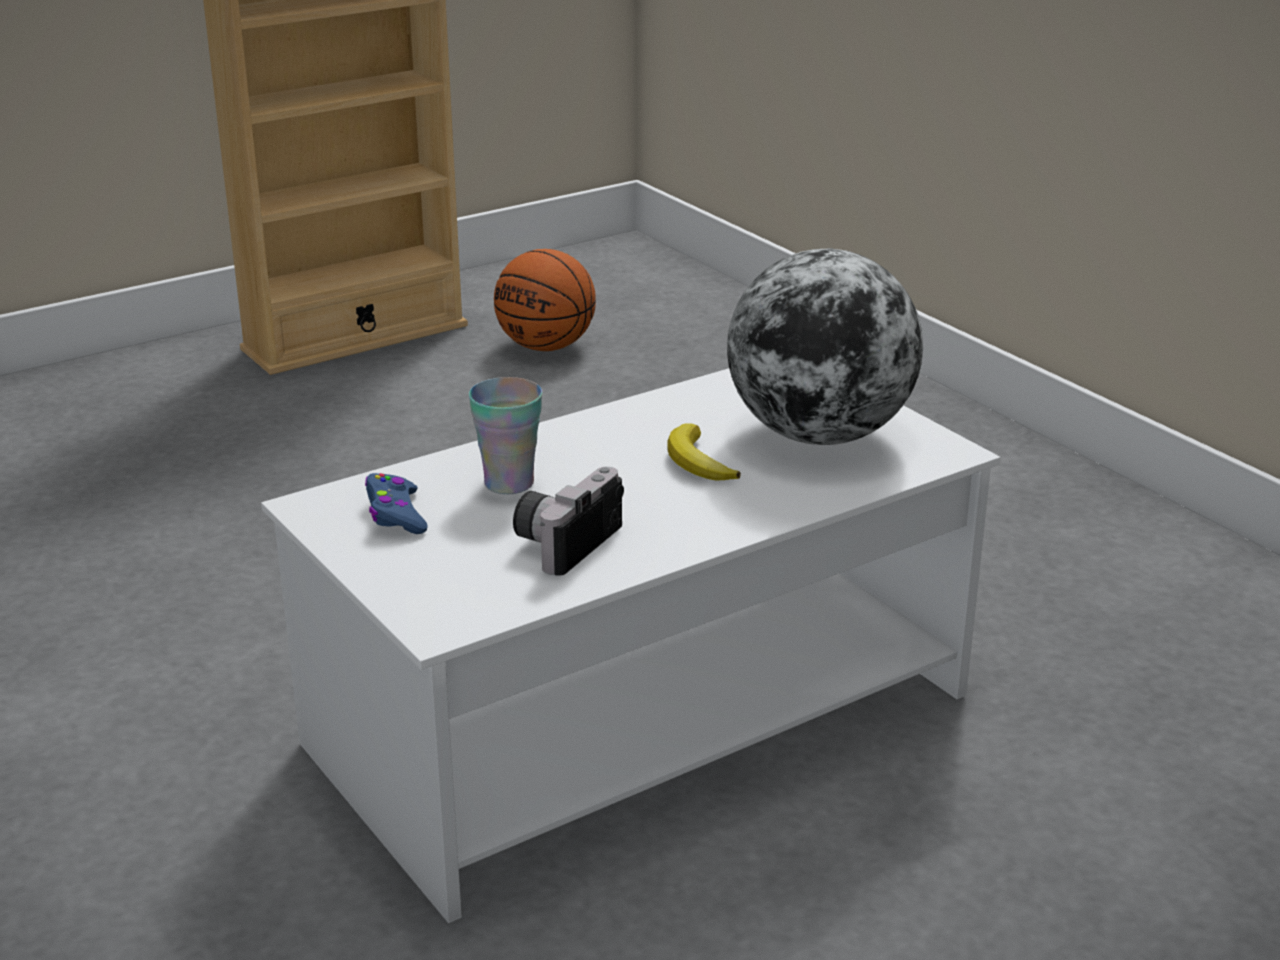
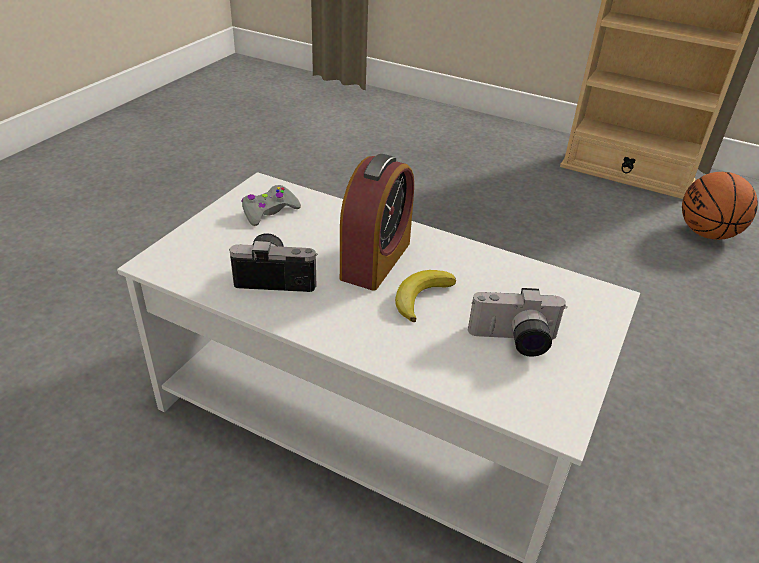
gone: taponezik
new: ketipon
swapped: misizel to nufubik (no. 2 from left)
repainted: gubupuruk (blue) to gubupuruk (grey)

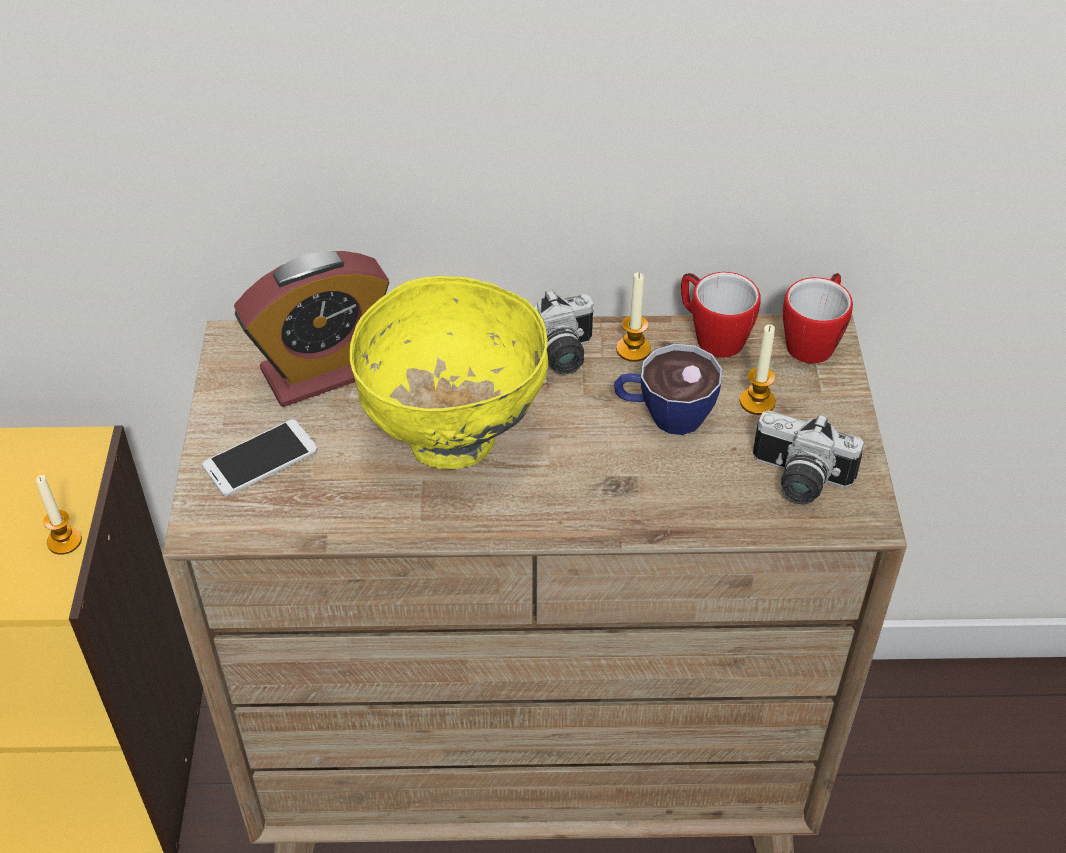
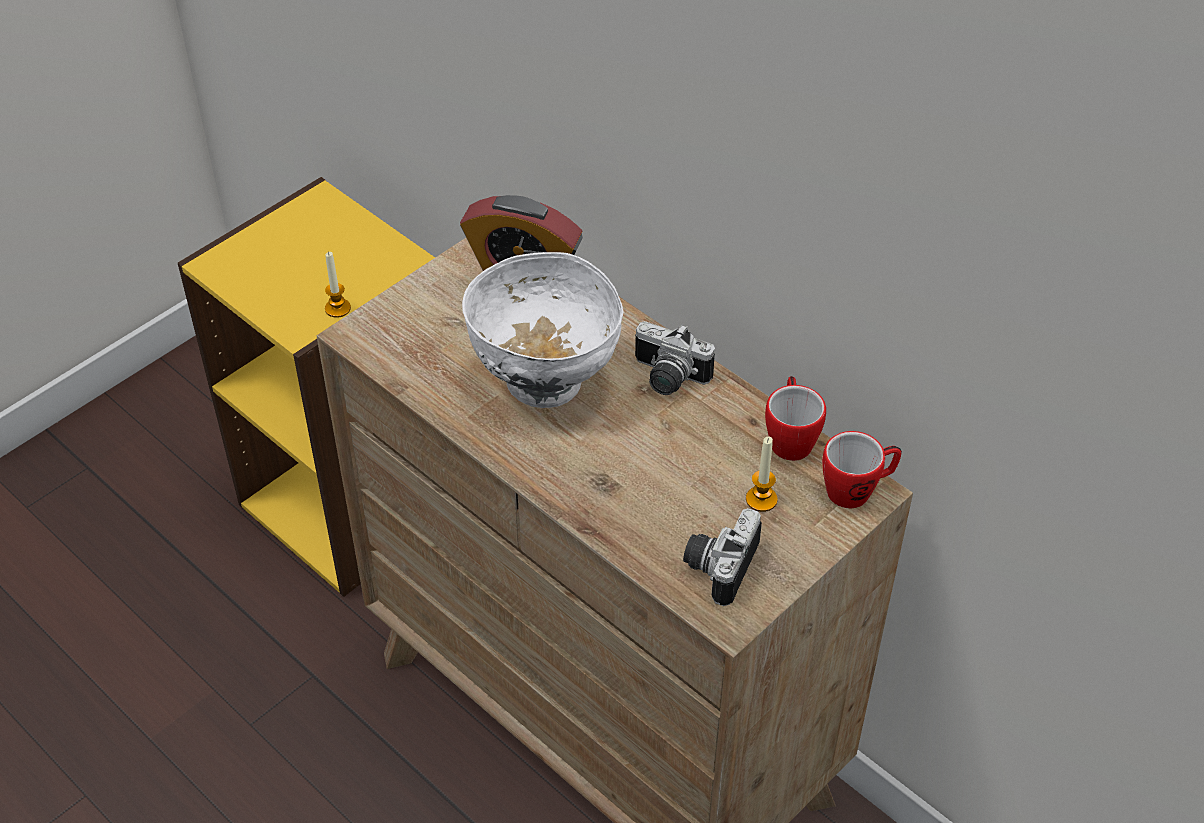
gone: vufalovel; taponezik; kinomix (no. 2 from left)
repainted: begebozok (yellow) to begebozok (white)
rotated: nufubik (no. 2 from left) 45 degrees clockwise

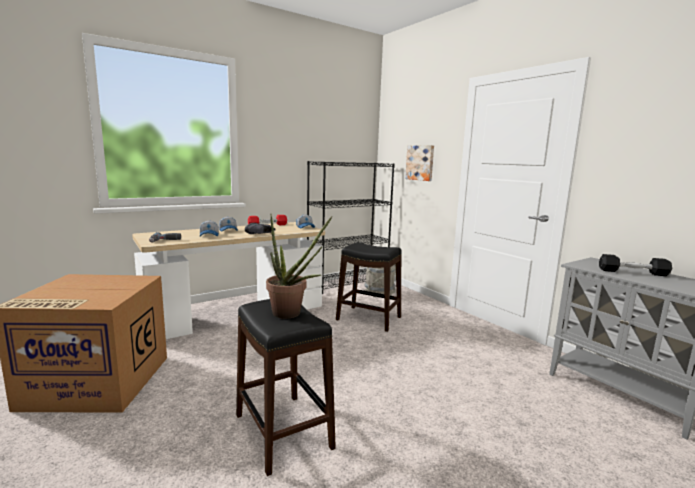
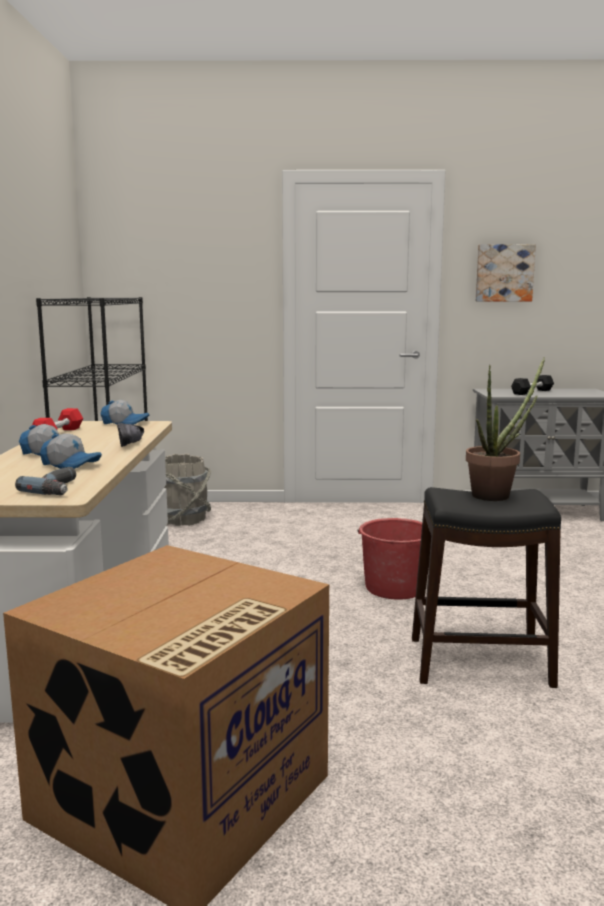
gone: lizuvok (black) (no. 2 from left)
new: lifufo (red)
shifted: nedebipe

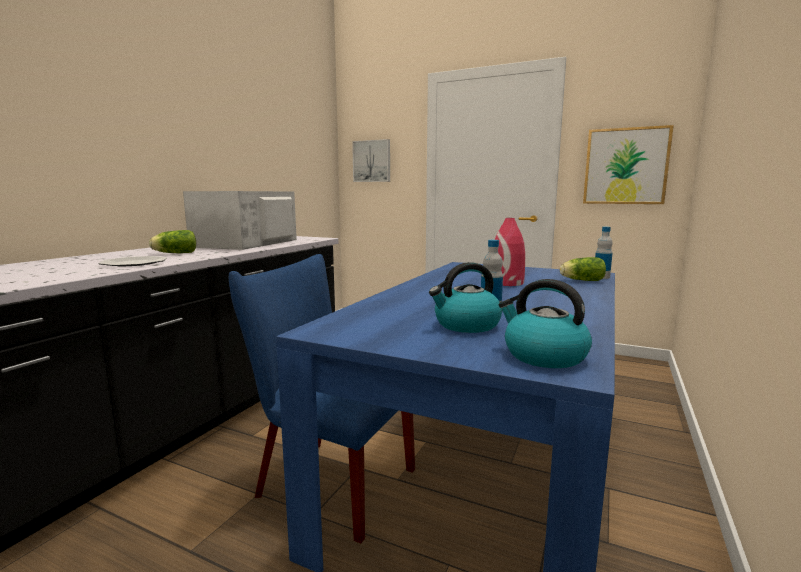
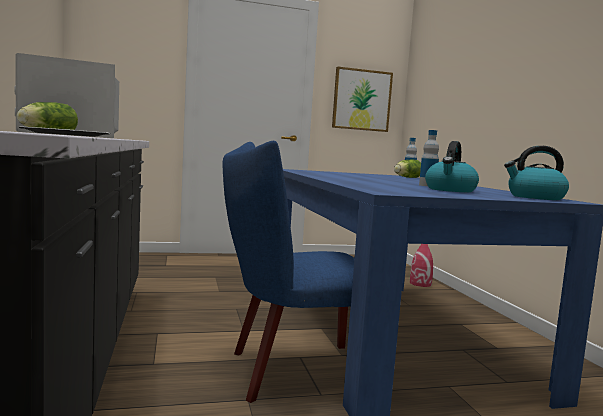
gone: nedebipe (no. 1 from left)
shifted: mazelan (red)

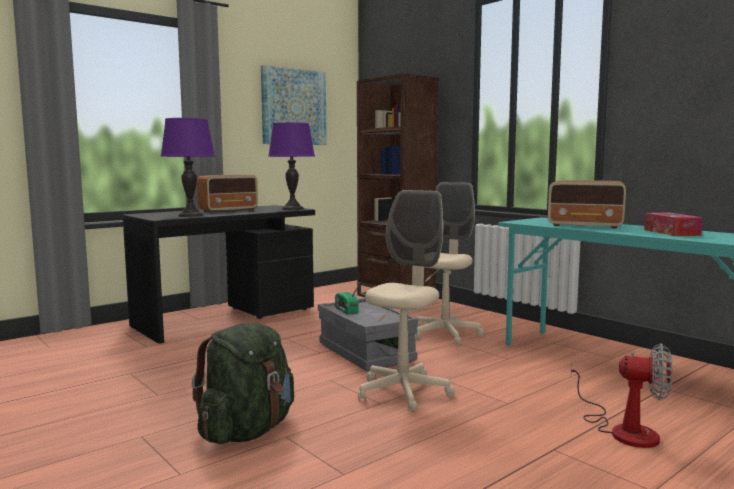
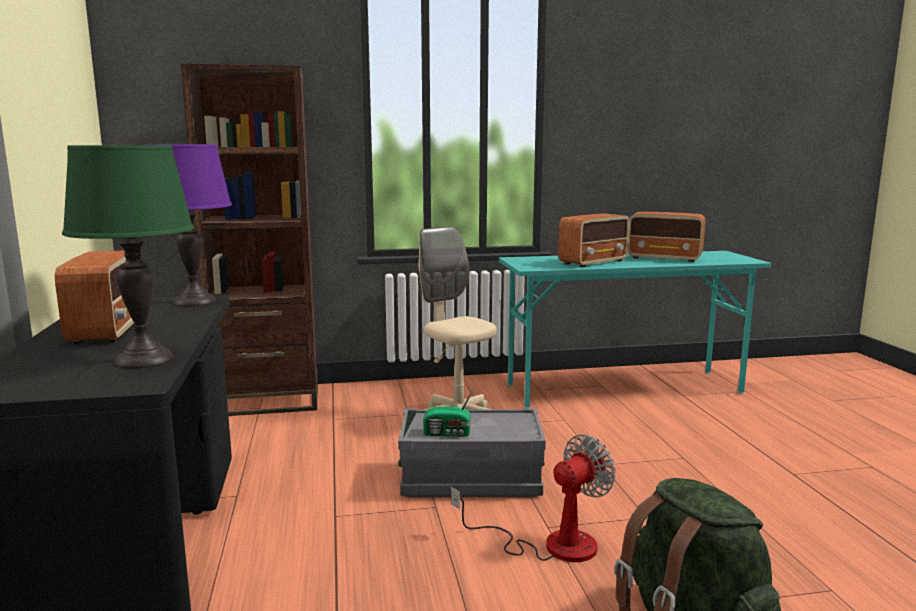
gone: nedebipe; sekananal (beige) (no. 1 from left)
shifted: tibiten
swapped: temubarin to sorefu (no. 4 from left)
repainted: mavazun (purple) (no. 1 from left) to mavazun (green)

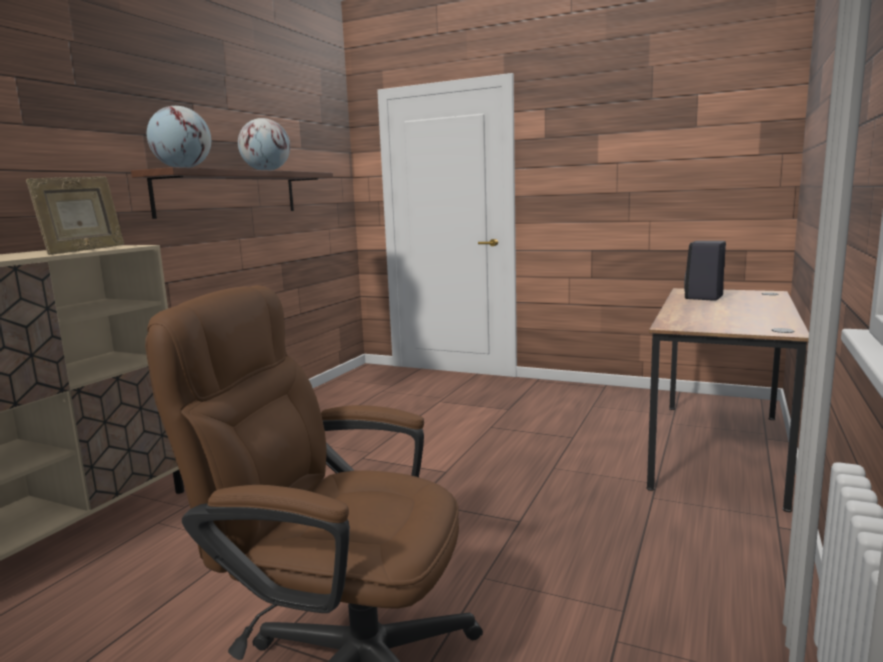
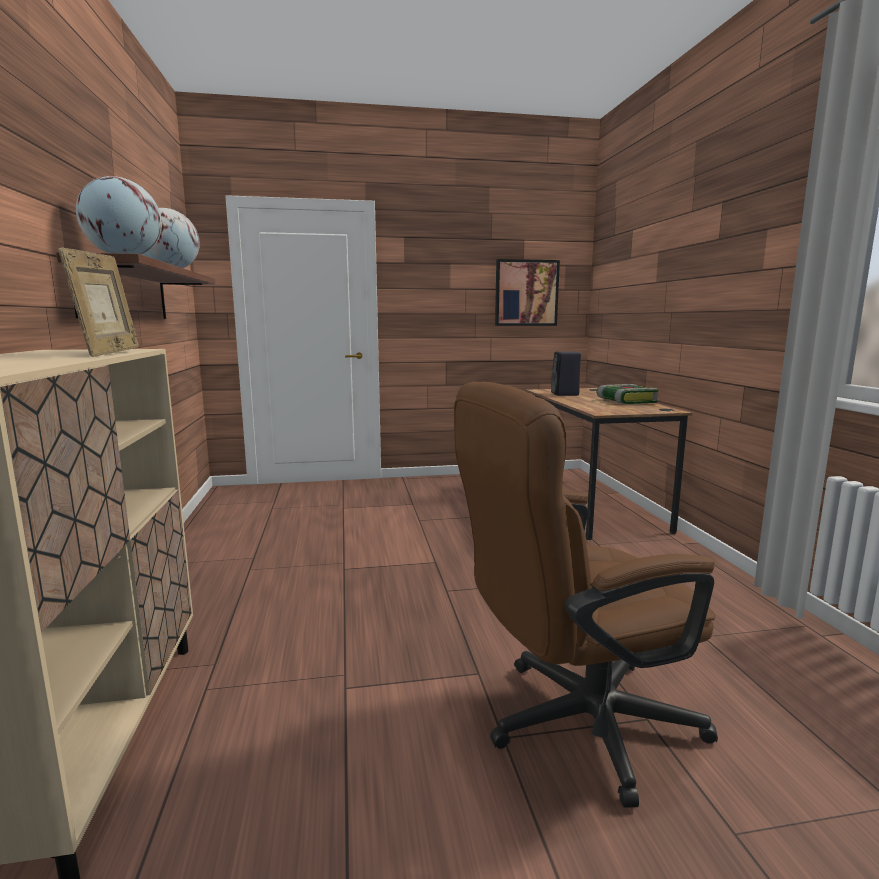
new: nedebipe; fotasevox

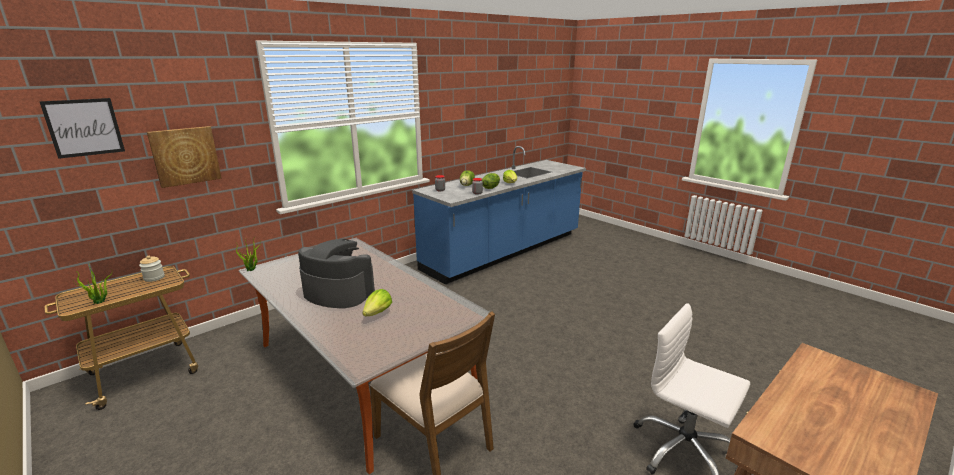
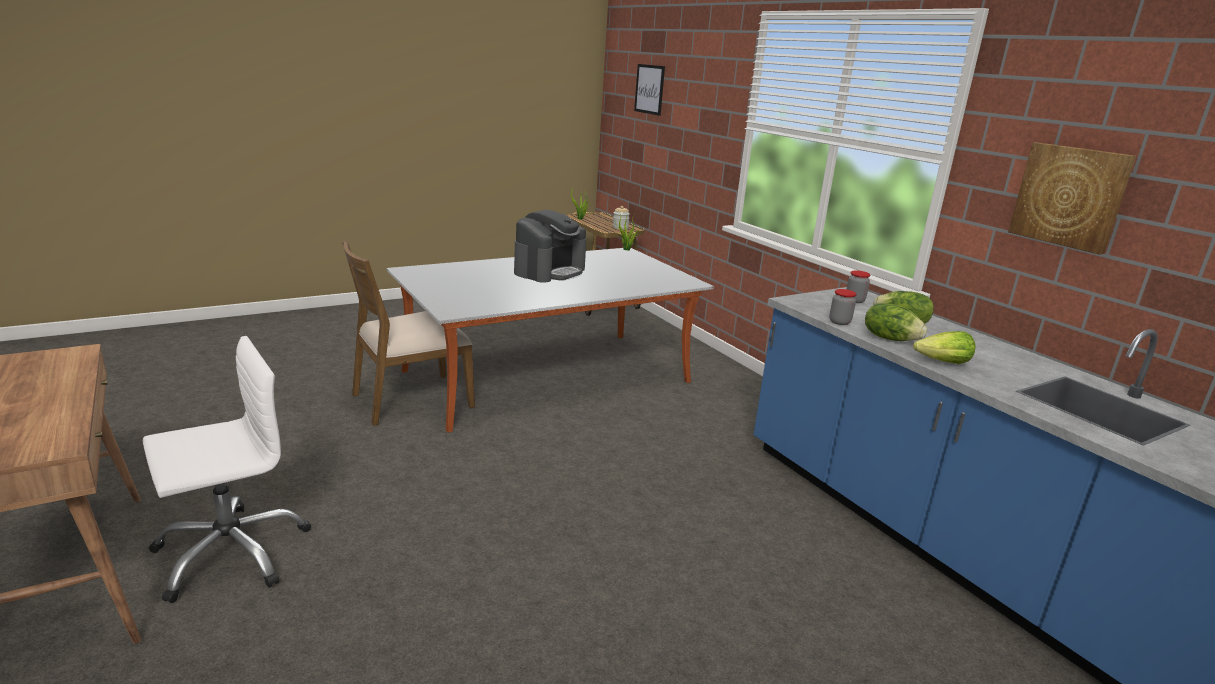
gone: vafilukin (no. 1 from left)
shifted: nedebipe (no. 2 from left)

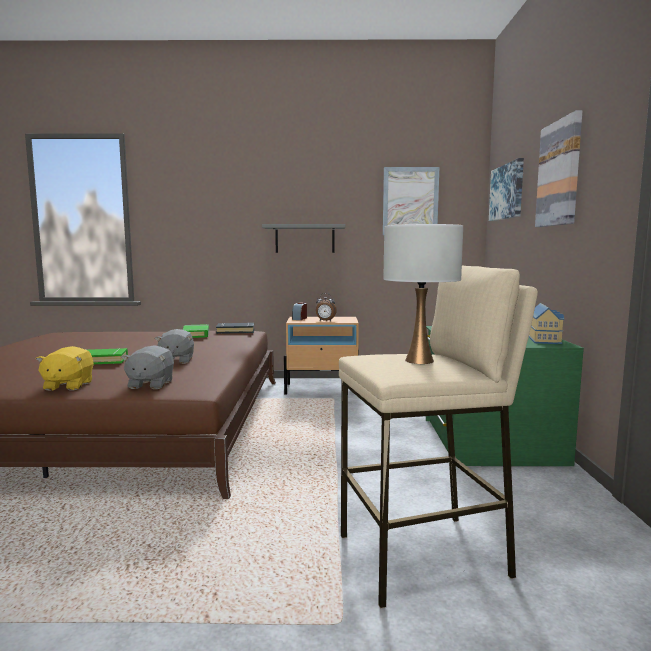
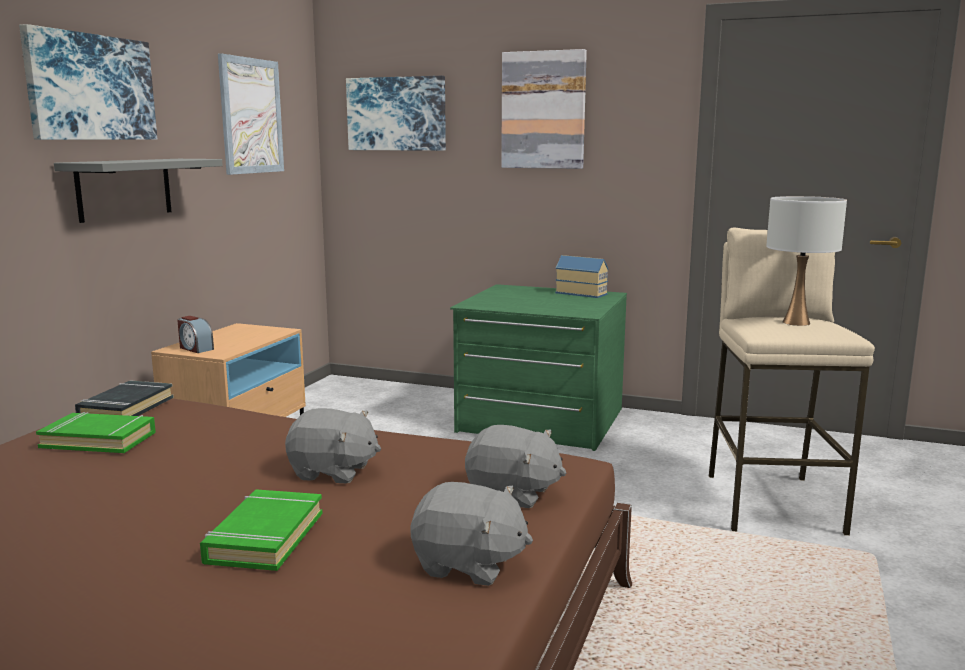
gone: ketipon (no. 2 from left)
new: nedebipe (no. 1 from left)
repainted: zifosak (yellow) to zifosak (grey) (no. 2 from left)

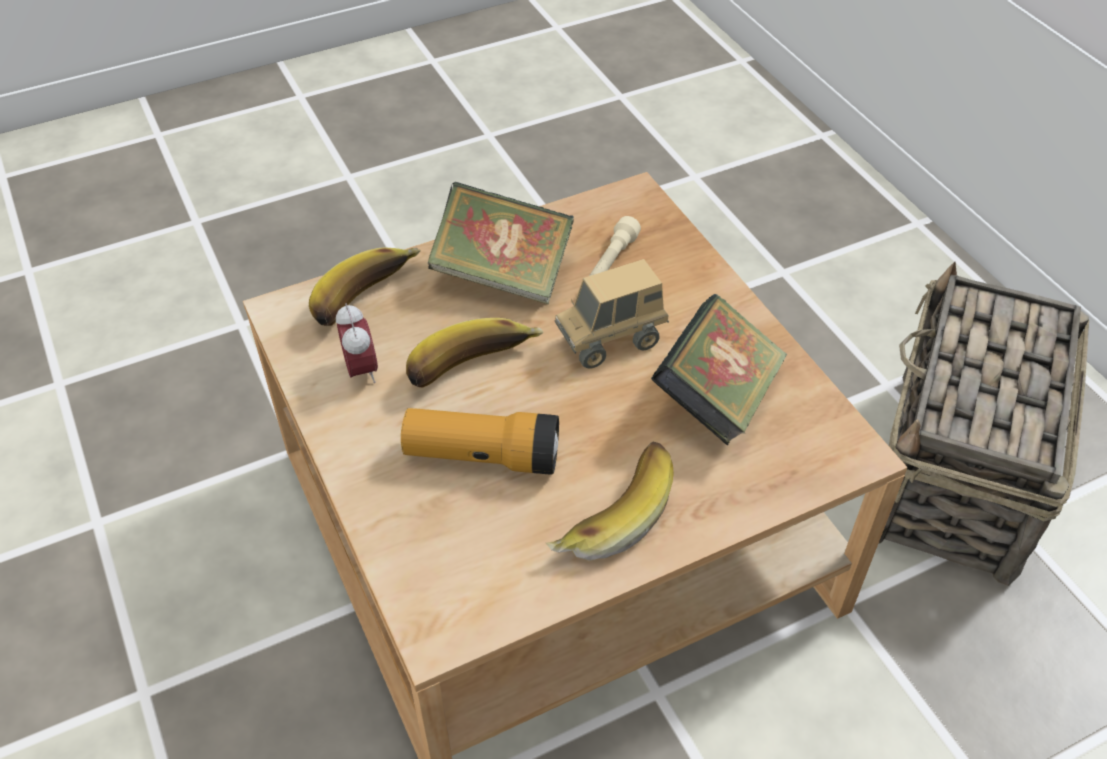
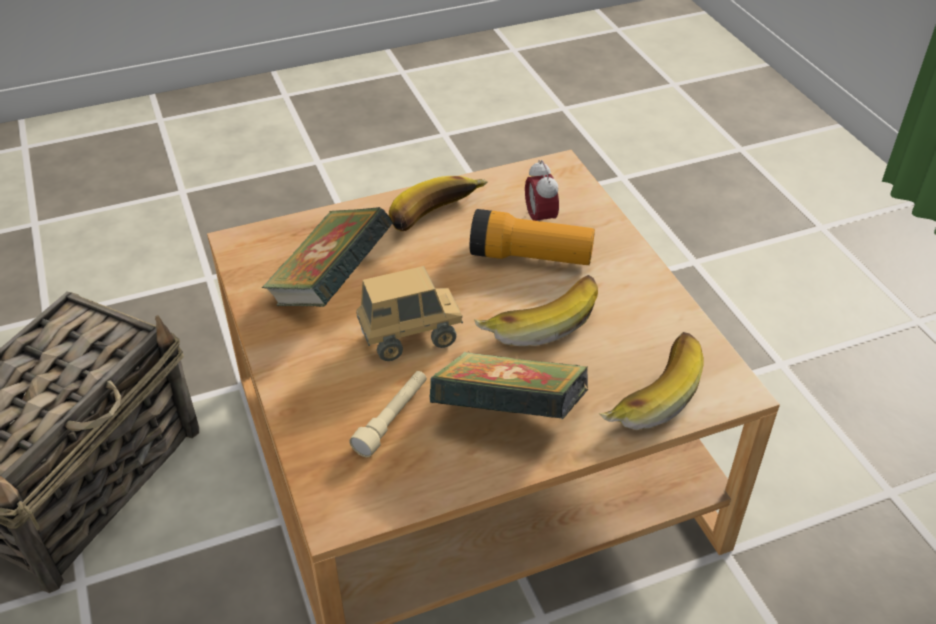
shifted: ketipon

